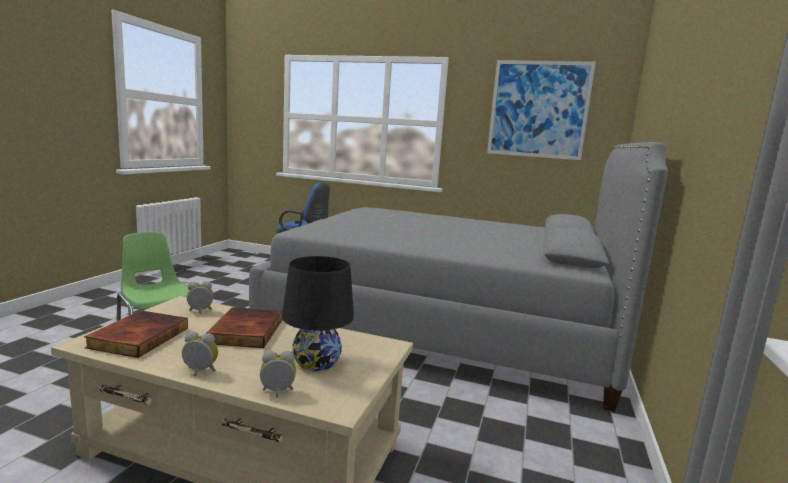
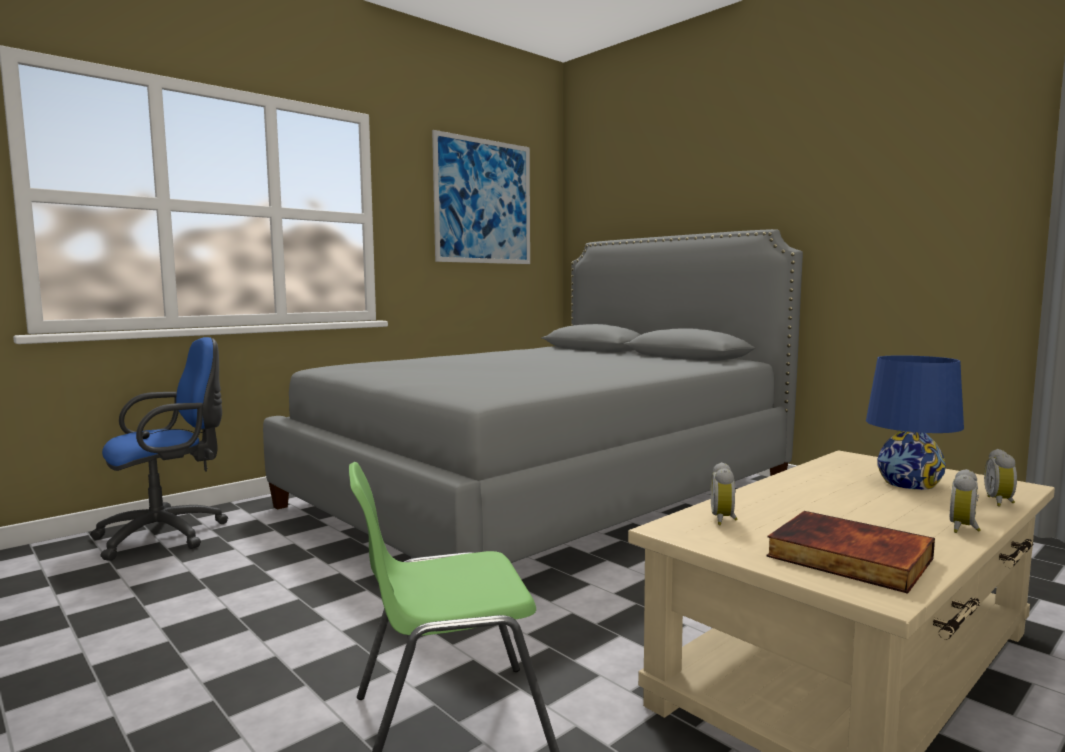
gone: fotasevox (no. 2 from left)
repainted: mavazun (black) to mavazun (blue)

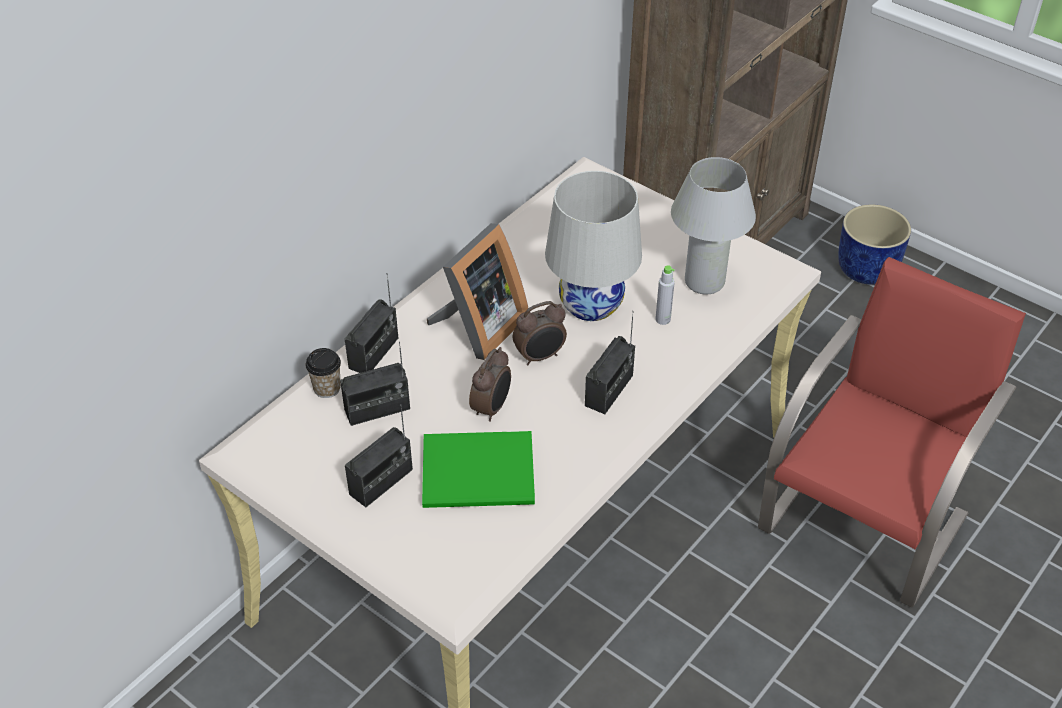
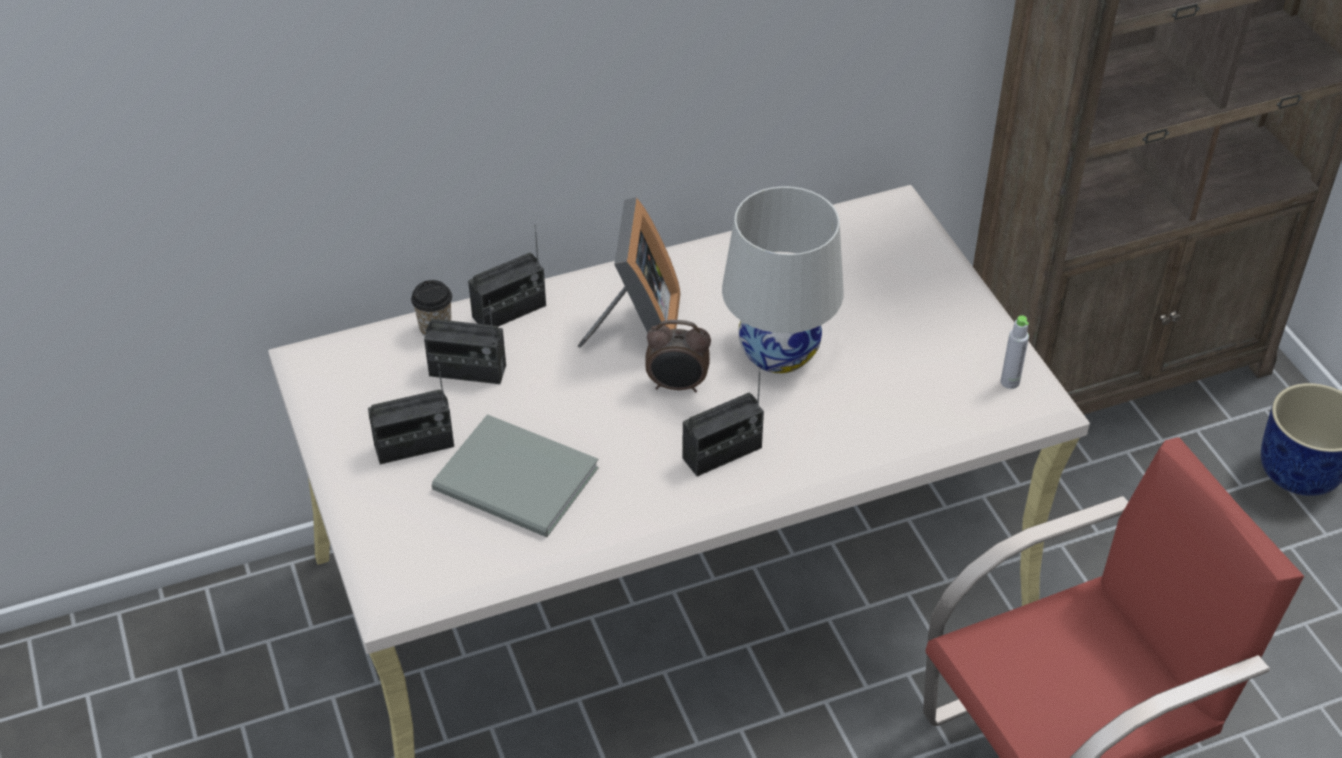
gone: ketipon (no. 1 from left); mavazun (white) (no. 2 from left)
shifted: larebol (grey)
repainted: fotasevox (green) to fotasevox (grey)
rotated: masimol 60 degrees counterclockwise

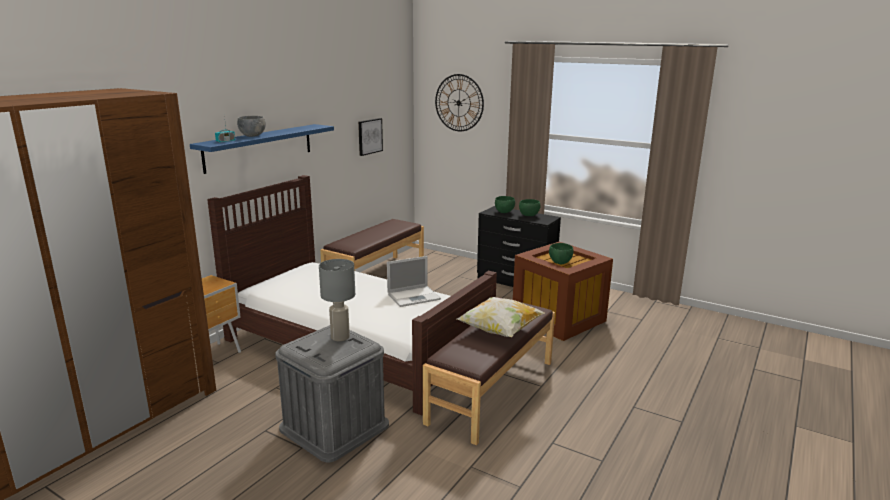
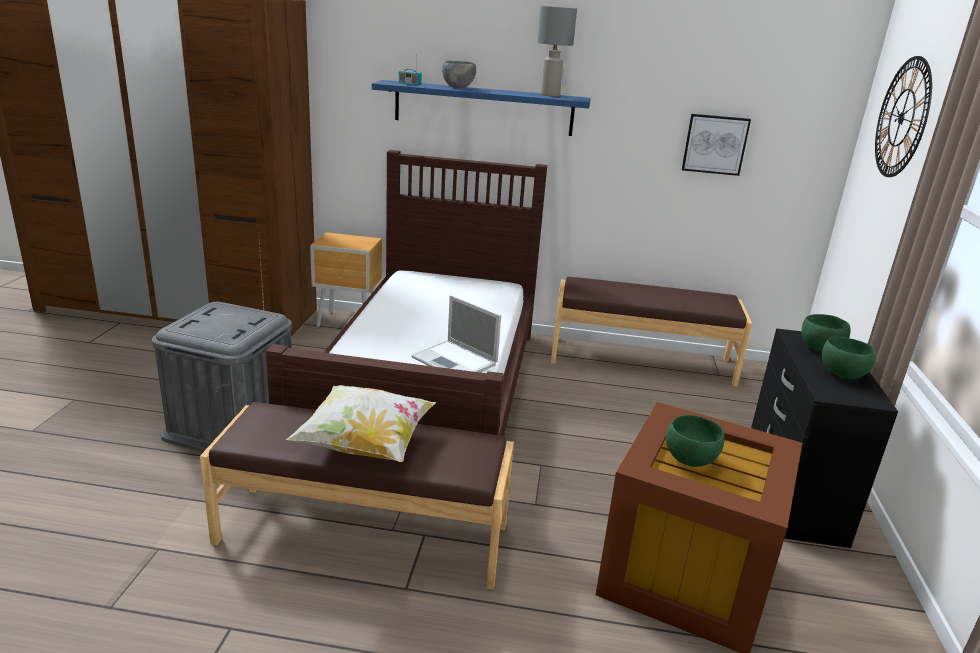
shifted: mavazun (grey)

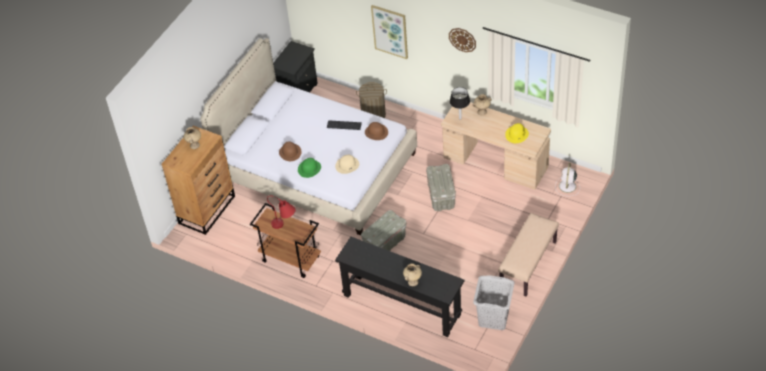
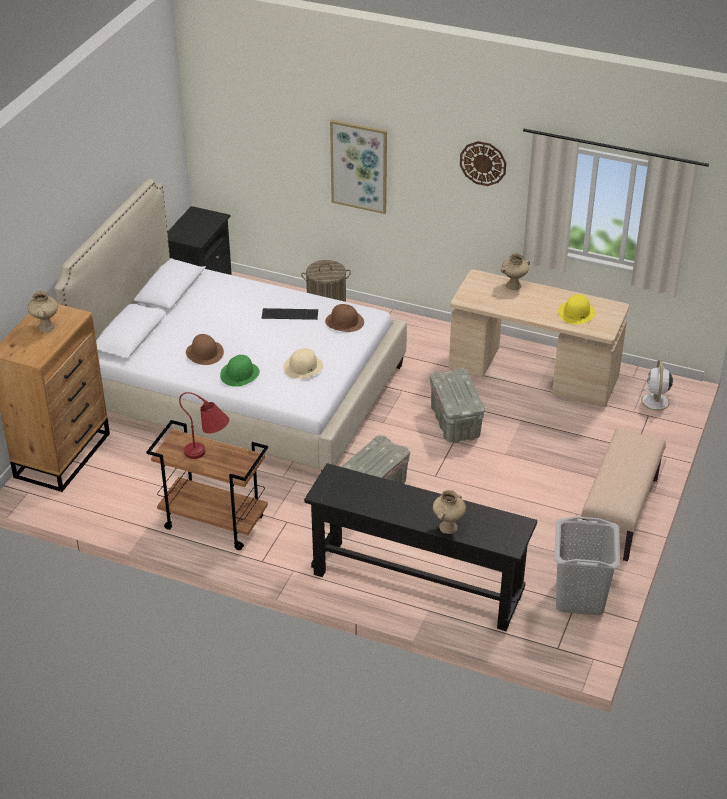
gone: mavazun (black)

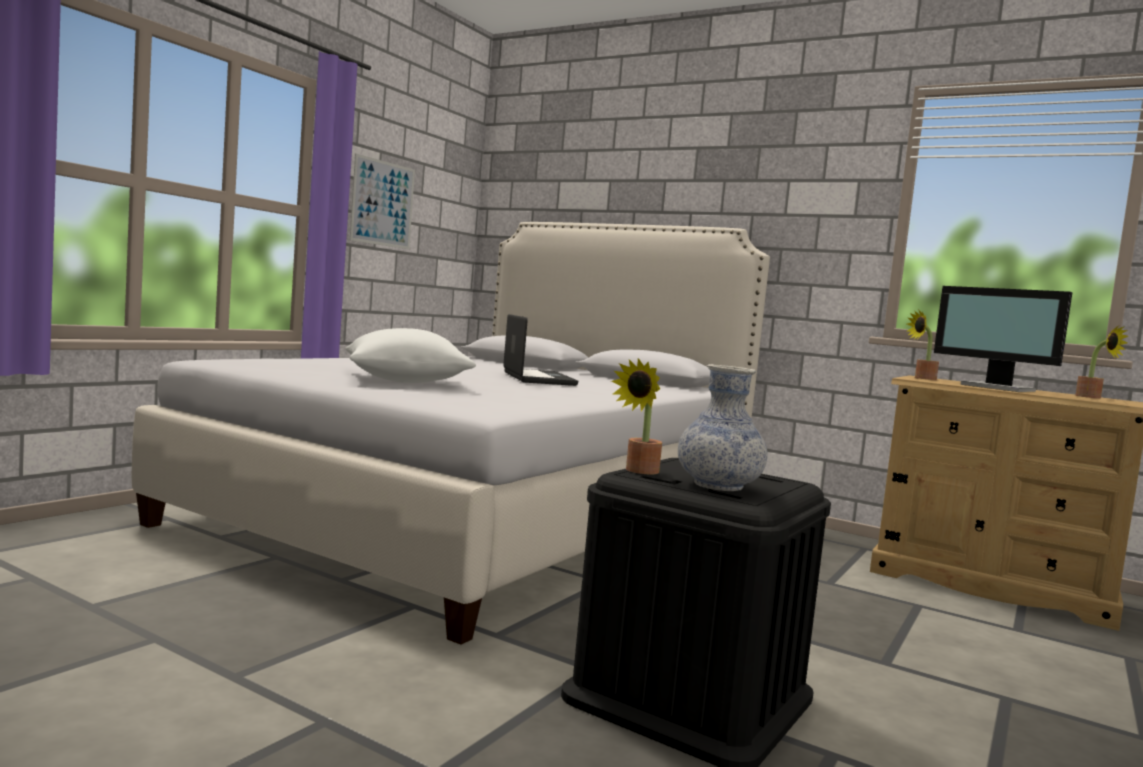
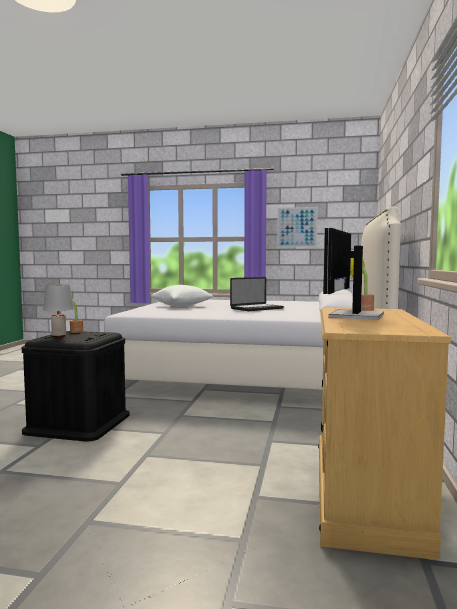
gone: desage (no. 3 from left)
swapped: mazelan to mavazun (grey)

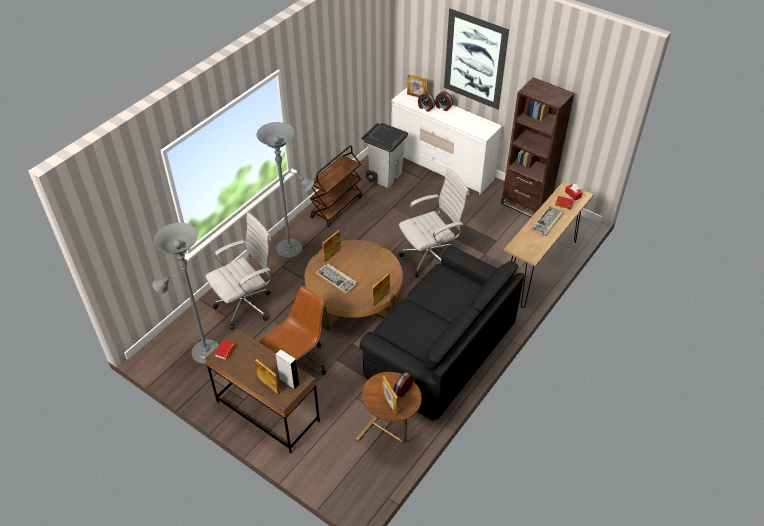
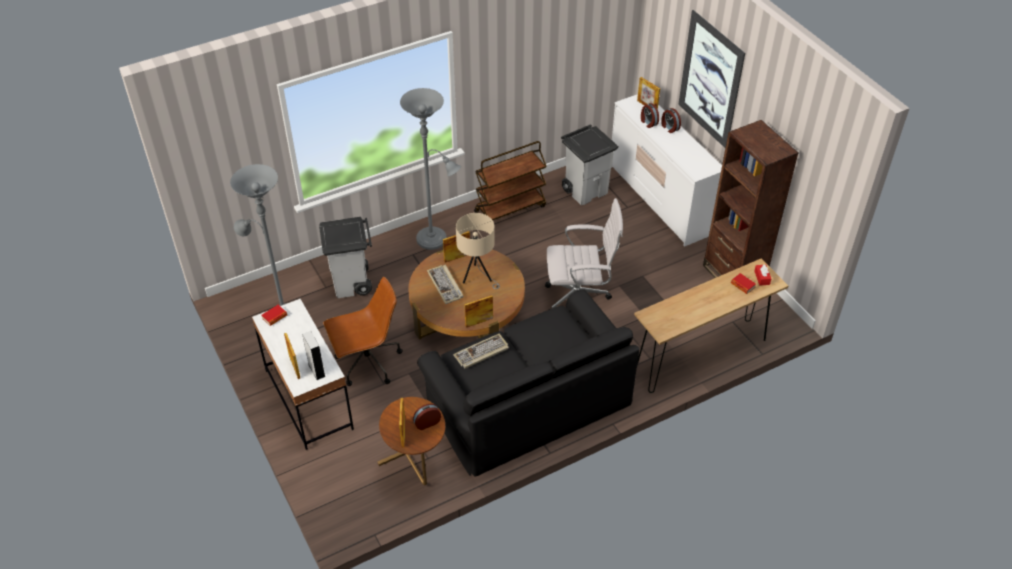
new: mavazun (beige)
shifted: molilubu (no. 2 from left)
swapped: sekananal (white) (no. 1 from left) to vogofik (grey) (no. 1 from left)
repainted: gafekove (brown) to gafekove (white)

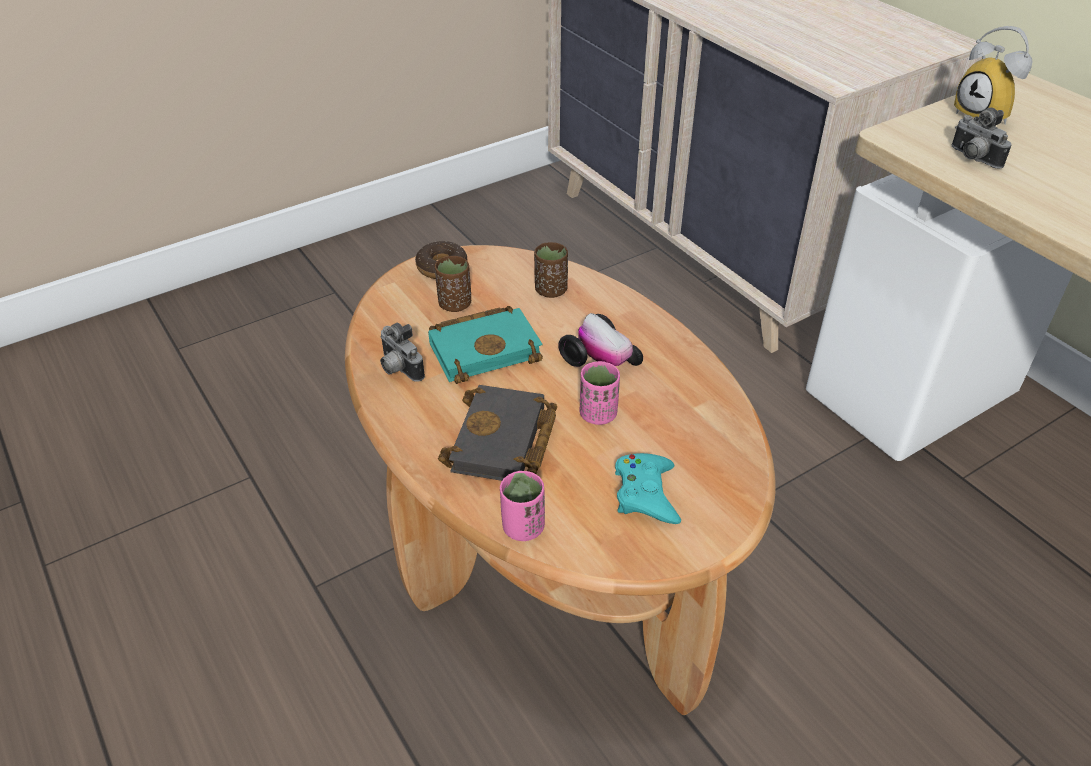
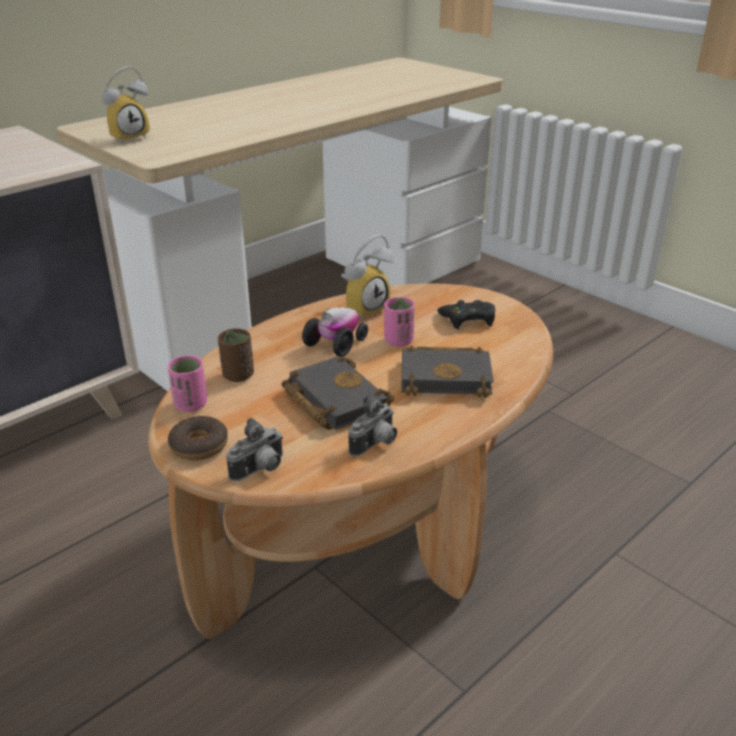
gone: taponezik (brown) (no. 1 from left)
new: ketipon (no. 2 from left)
shifted: taponezik (pink) (no. 1 from left); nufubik (no. 2 from left in the first image) to nufubik (no. 1 from left)
repainted: fotasevox (turquoise) to fotasevox (black) (no. 1 from left); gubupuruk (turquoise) to gubupuruk (black)

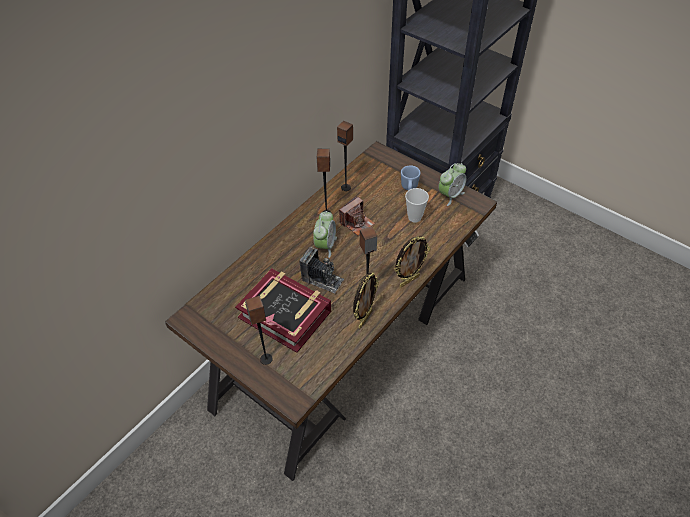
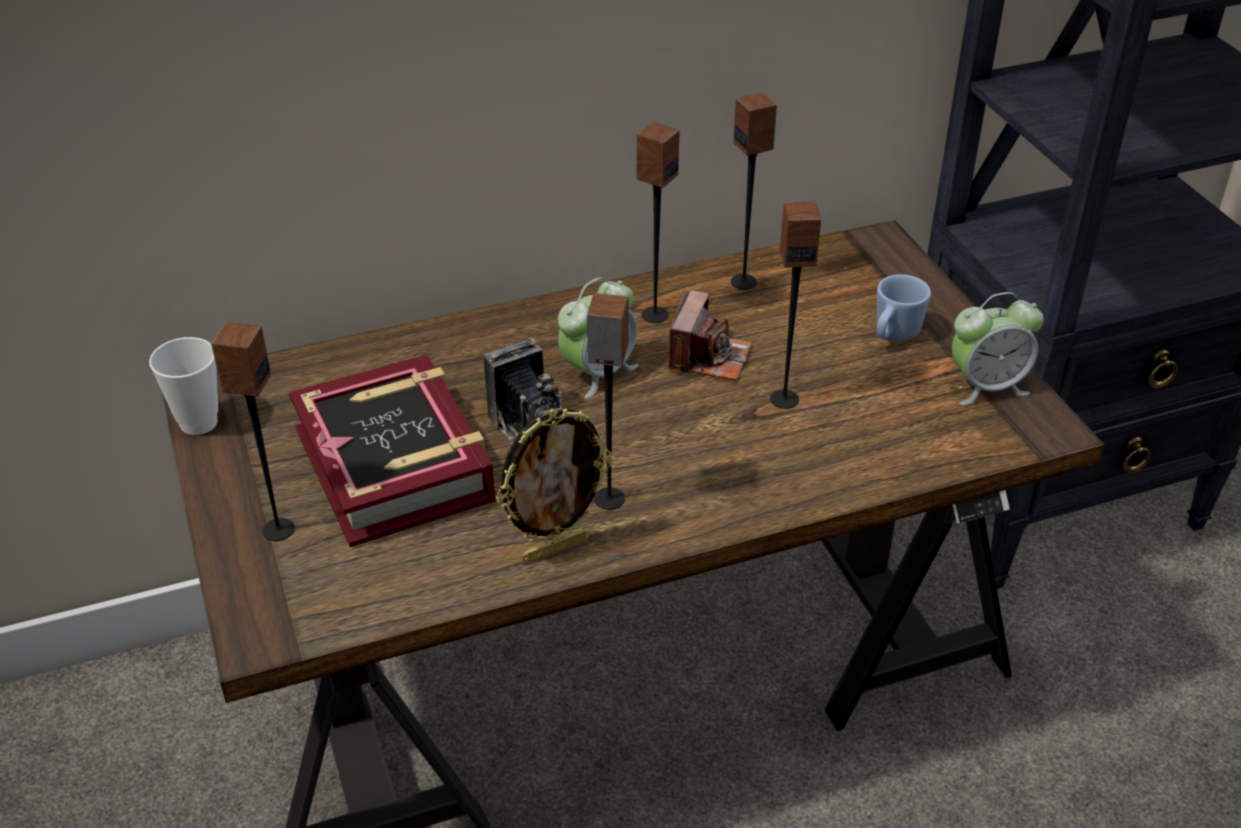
gone: masimol (no. 2 from left)
new: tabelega (no. 5 from left)
shifted: taponezik
rotated: nufubik (no. 2 from left) 60 degrees counterclockwise

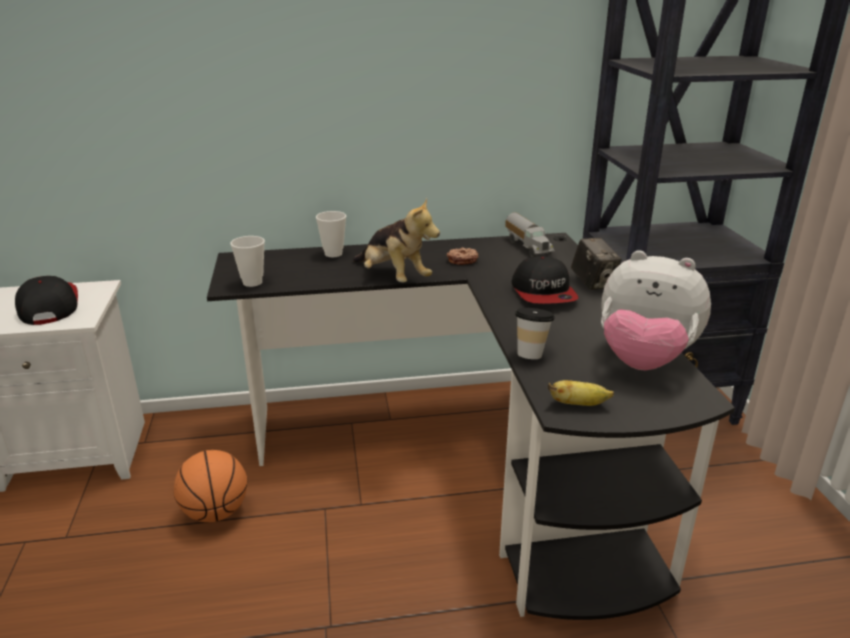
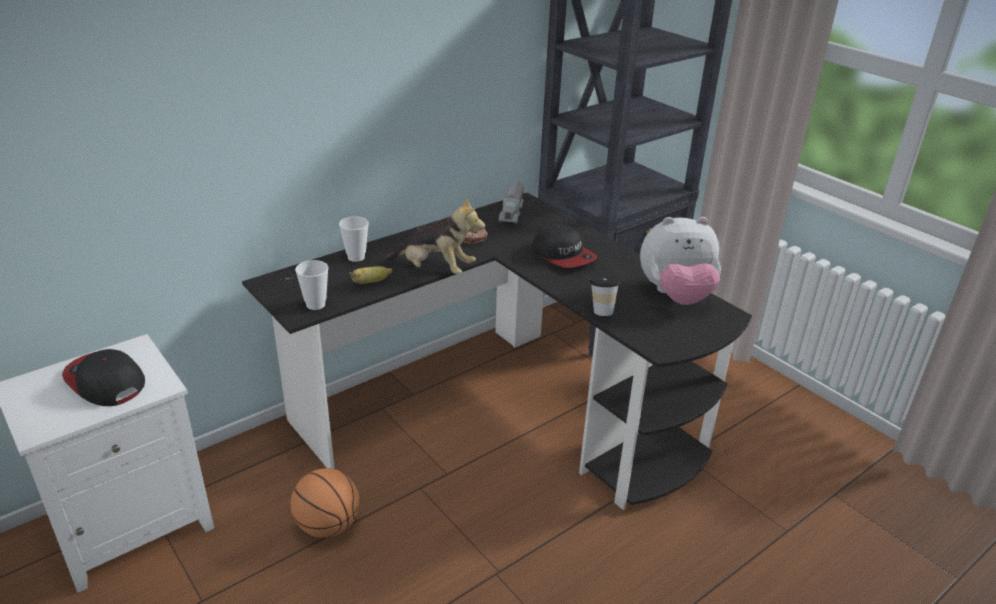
gone: nufubik
shifted: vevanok
rotated: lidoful 60 degrees clockwise

